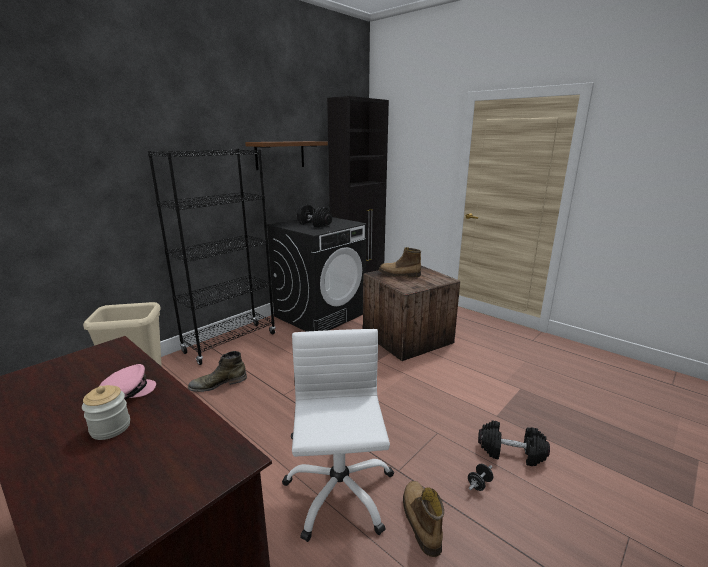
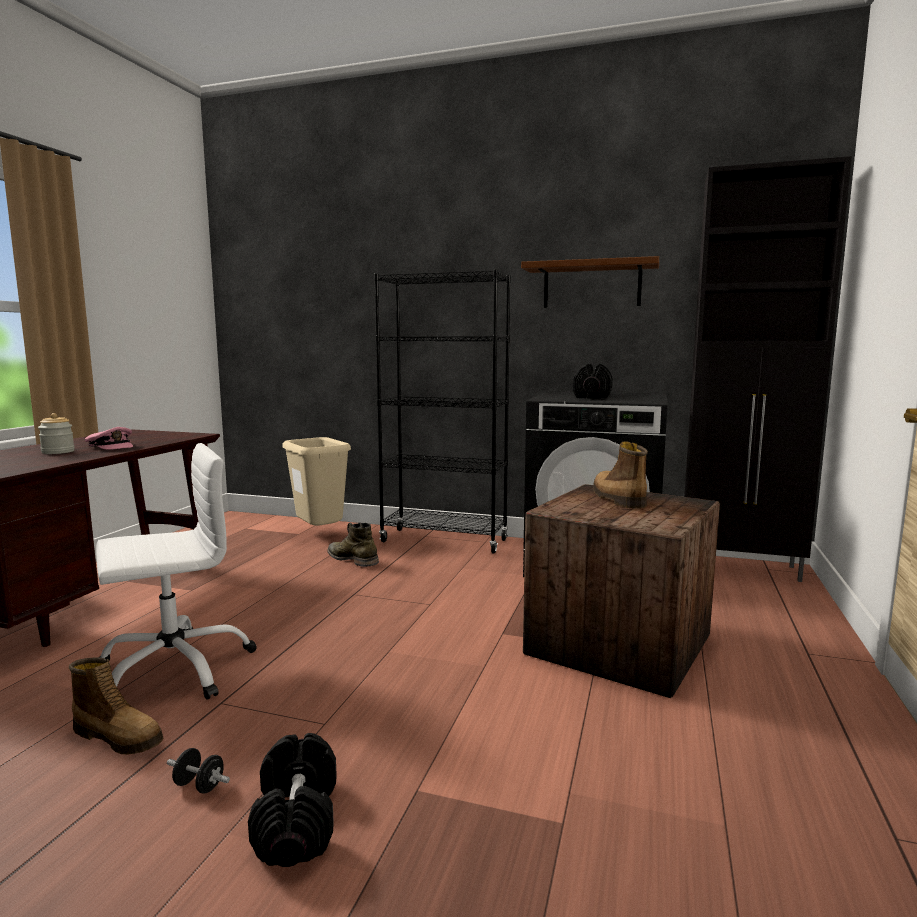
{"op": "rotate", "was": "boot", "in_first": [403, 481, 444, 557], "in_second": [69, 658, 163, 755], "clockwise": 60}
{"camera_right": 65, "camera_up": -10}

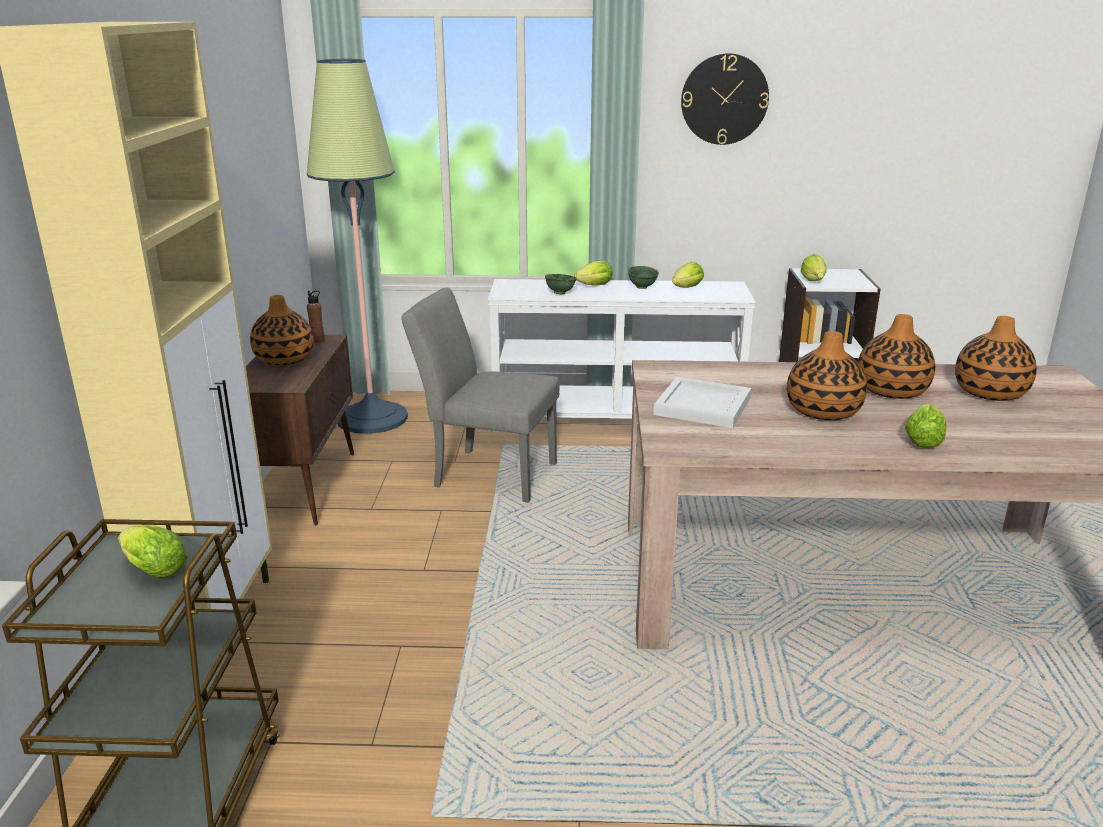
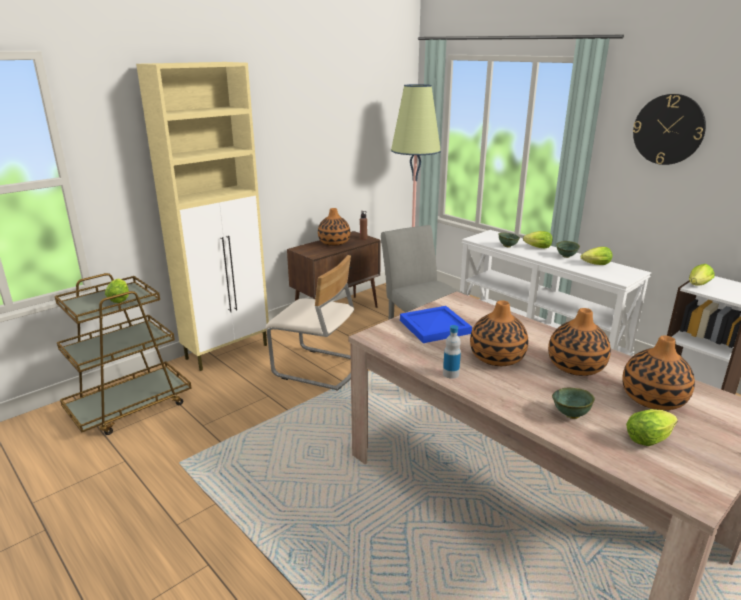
{"op": "recolor", "was": "white tray", "now": "blue tray", "in_first": [653, 377, 751, 428], "in_second": [400, 306, 472, 343]}
{"op": "move", "was": "lettuce", "in_first": [905, 404, 946, 448], "in_second": [626, 409, 678, 446]}
{"op": "insert", "now": "beige chair", "in_second": [266, 255, 354, 391]}
{"op": "insert", "now": "bottle", "in_second": [443, 325, 461, 379]}
{"op": "insert", "now": "green bowl", "in_second": [552, 388, 595, 419]}
{"camera_right": 45, "camera_up": 0}

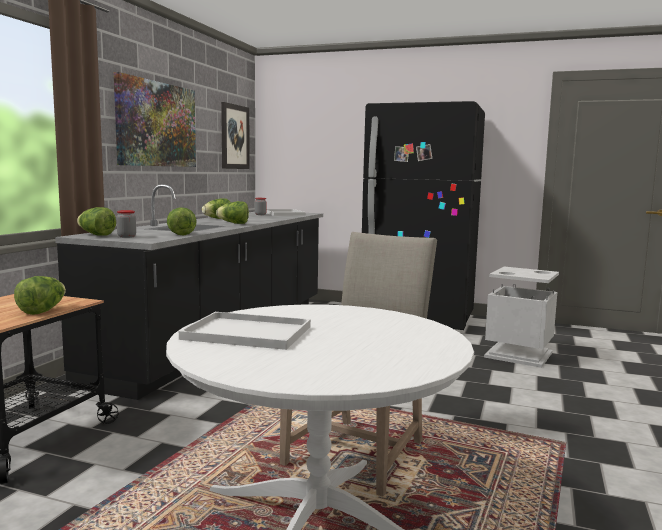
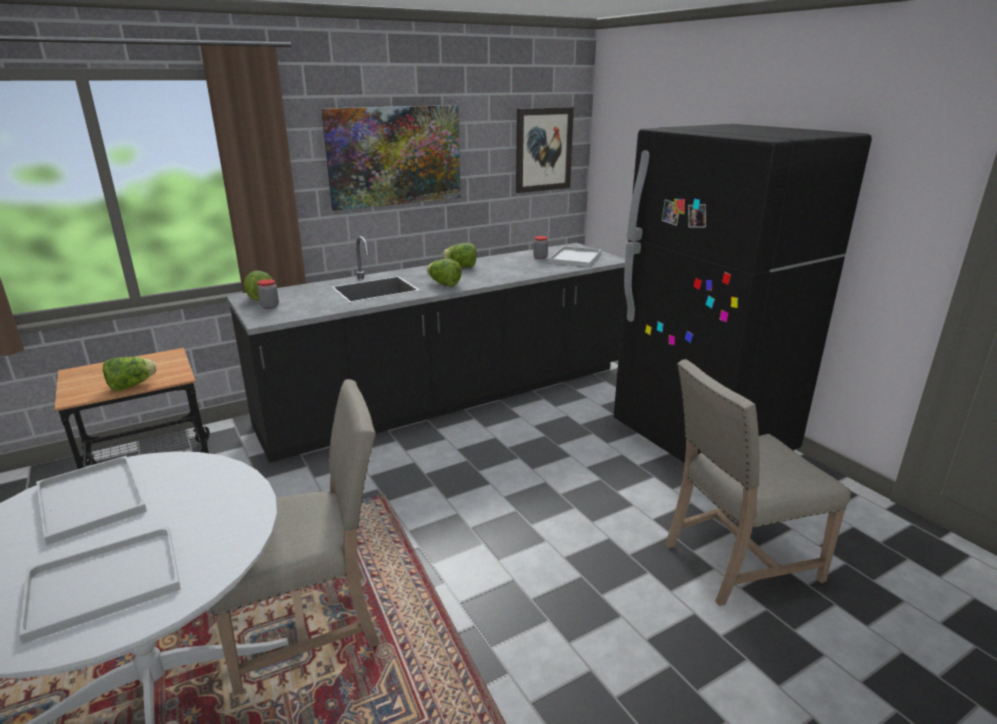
{"op": "delete", "was": "lettuce", "in_first": [167, 207, 196, 235]}
{"op": "replace", "was": "grey trash can", "now": "beige chair", "in_first": [484, 267, 559, 368], "in_second": [665, 359, 851, 606]}
{"op": "insert", "now": "white tray", "in_second": [19, 526, 181, 644]}
{"camera_right": 40, "camera_up": 15}

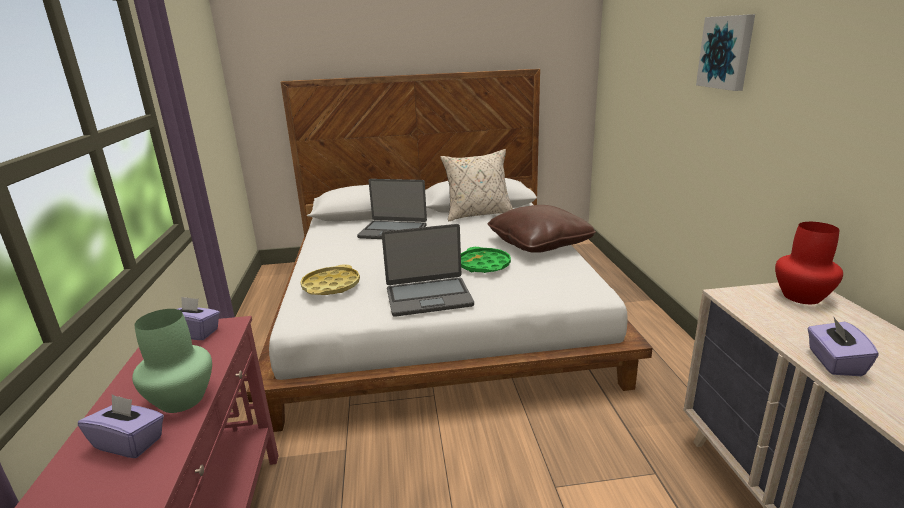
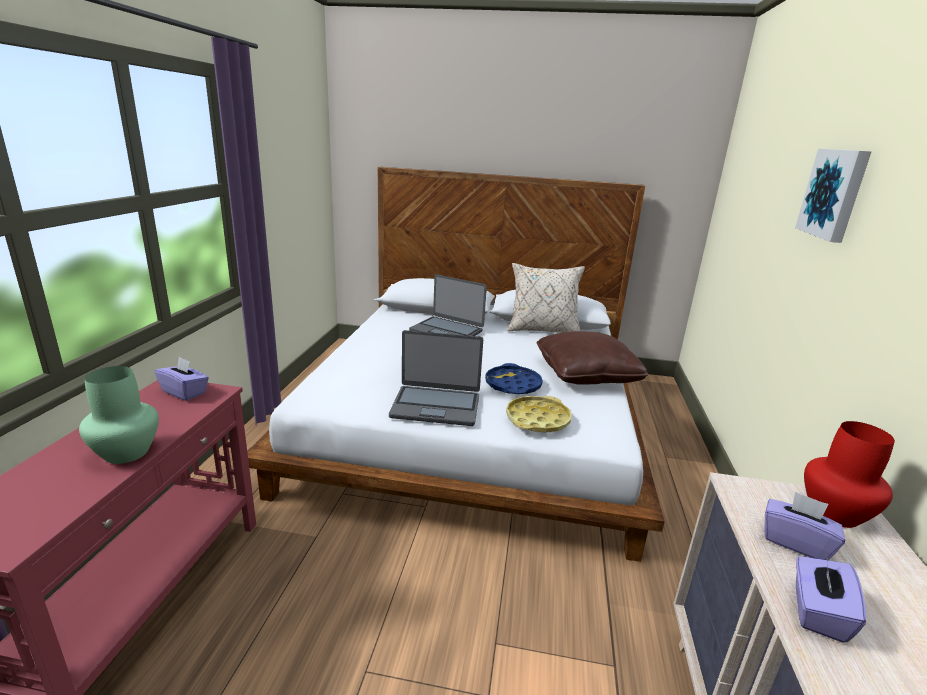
{"op": "move", "was": "purple tissue box", "in_first": [78, 394, 164, 458], "in_second": [765, 492, 845, 560]}
{"op": "move", "was": "yellow tray", "in_first": [301, 264, 360, 295], "in_second": [506, 396, 572, 433]}
{"op": "recolor", "was": "green tray", "now": "blue tray", "in_first": [461, 247, 511, 273], "in_second": [485, 363, 543, 394]}
{"camera_right": 15, "camera_up": 0}

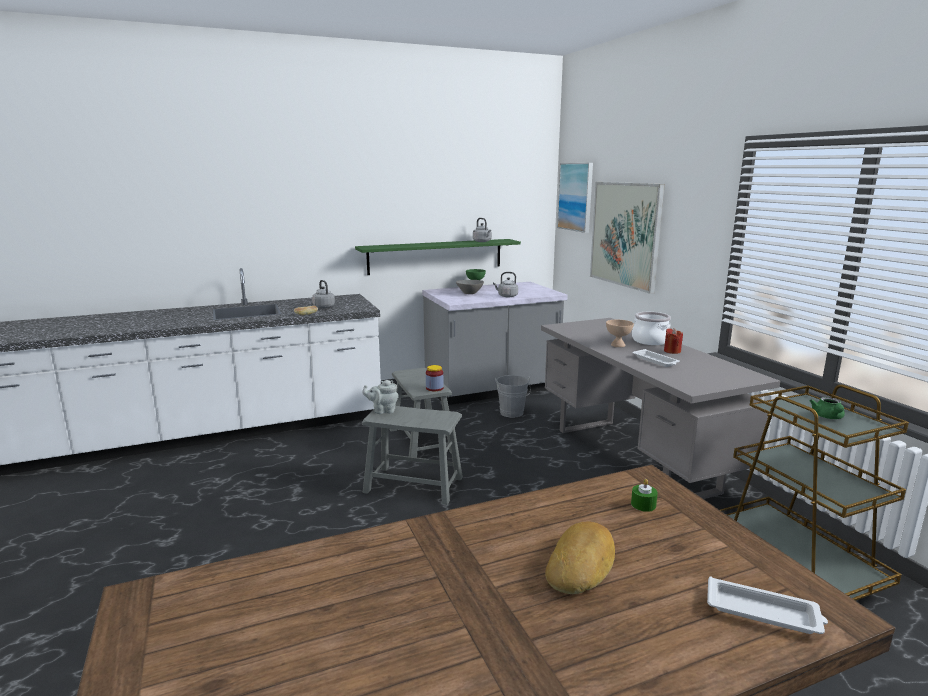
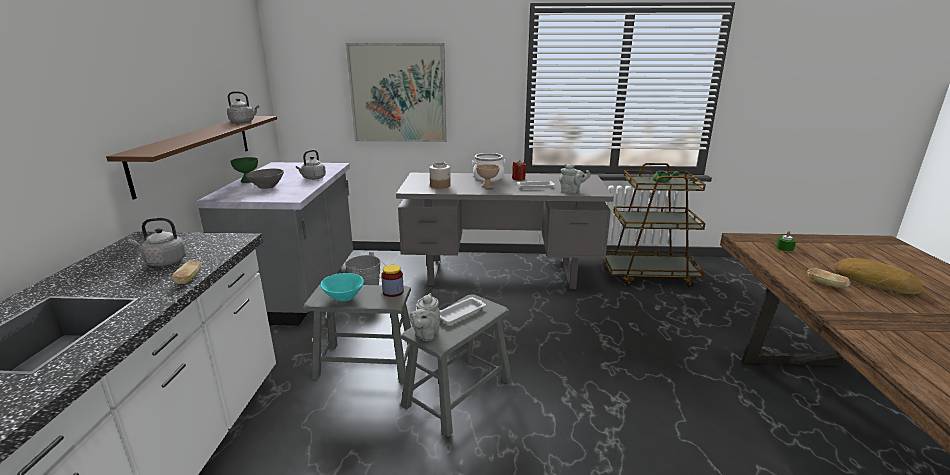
{"op": "recolor", "was": "green shelf", "now": "brown shelf", "in_first": [355, 239, 521, 275], "in_second": [106, 116, 277, 199]}
{"op": "delete", "was": "picture", "in_first": [557, 163, 593, 233]}
{"op": "move", "was": "white tray", "in_first": [707, 576, 828, 634], "in_second": [440, 297, 486, 324]}
{"op": "insert", "now": "turquoise bowl", "in_second": [320, 273, 364, 301]}
{"op": "insert", "now": "jar", "in_second": [429, 162, 451, 189]}
{"op": "insert", "now": "grey teapot", "in_second": [559, 164, 590, 193]}
{"op": "insert", "now": "bread", "in_second": [807, 268, 851, 288]}
{"camera_right": -65, "camera_up": 5}

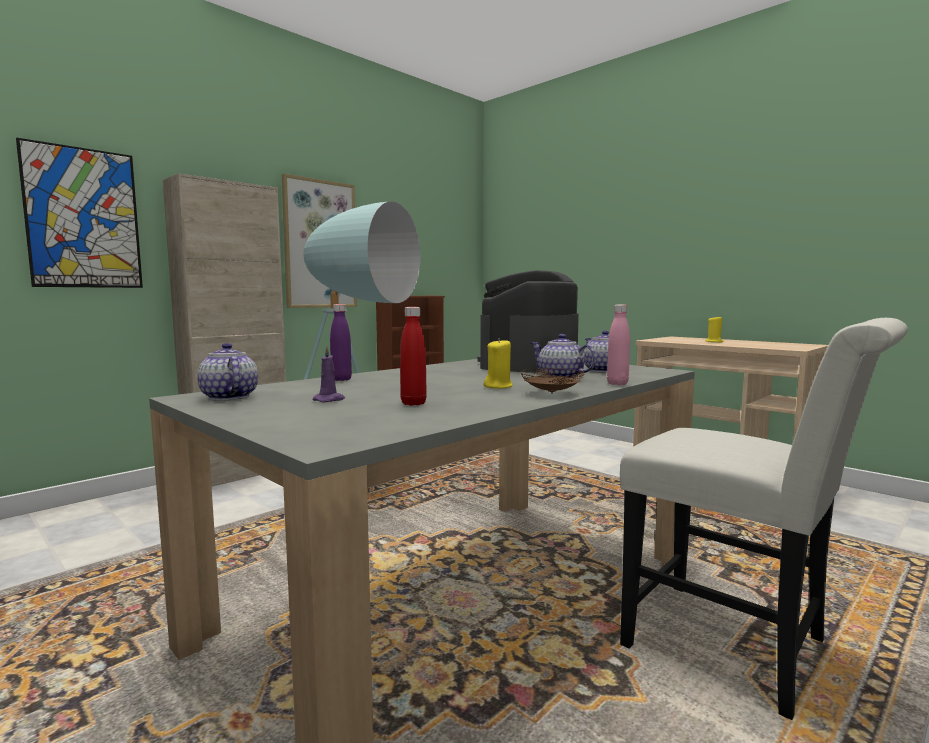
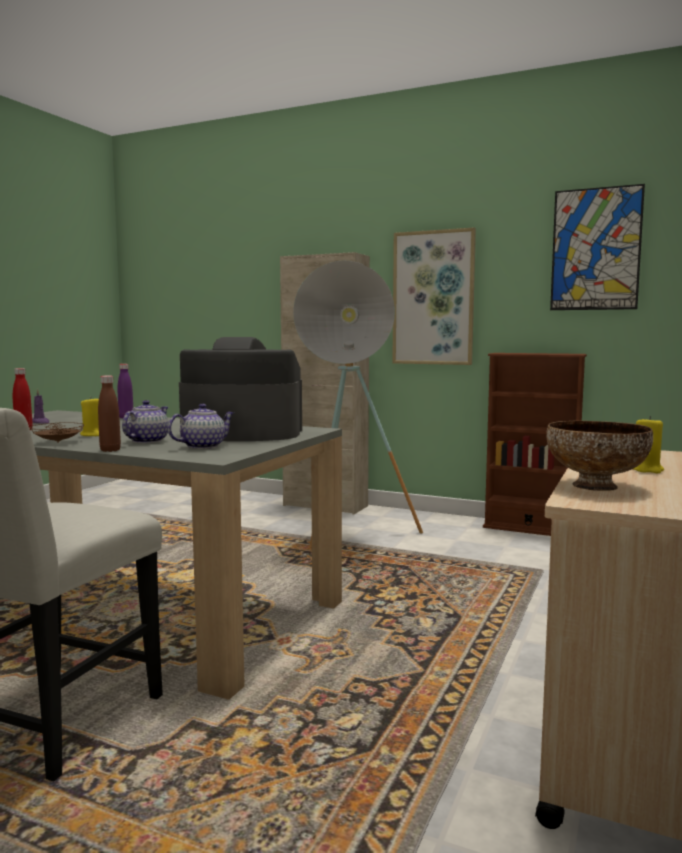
{"op": "move", "was": "picture", "in_first": [16, 137, 143, 288], "in_second": [550, 184, 645, 310]}
{"op": "delete", "was": "teapot", "in_first": [197, 343, 258, 401]}
{"op": "recolor", "was": "pink bottle", "now": "brown bottle", "in_first": [607, 305, 630, 385], "in_second": [98, 375, 121, 452]}
{"op": "insert", "now": "bowl", "in_second": [546, 421, 653, 491]}
{"camera_right": 70, "camera_up": 0}

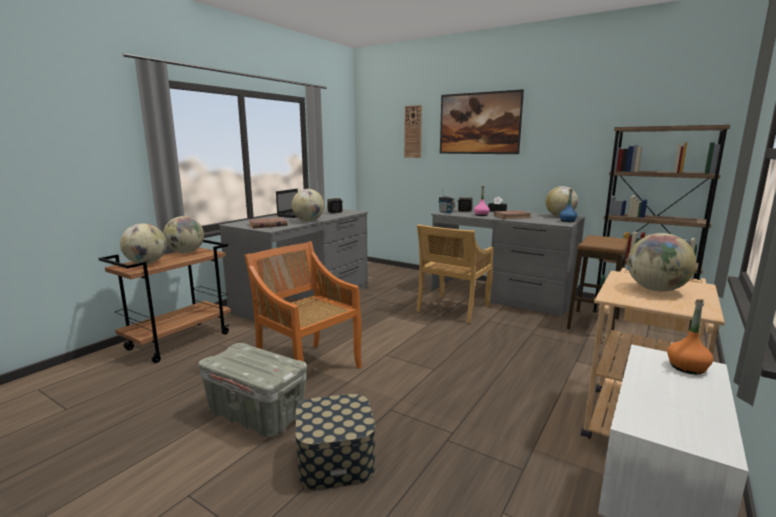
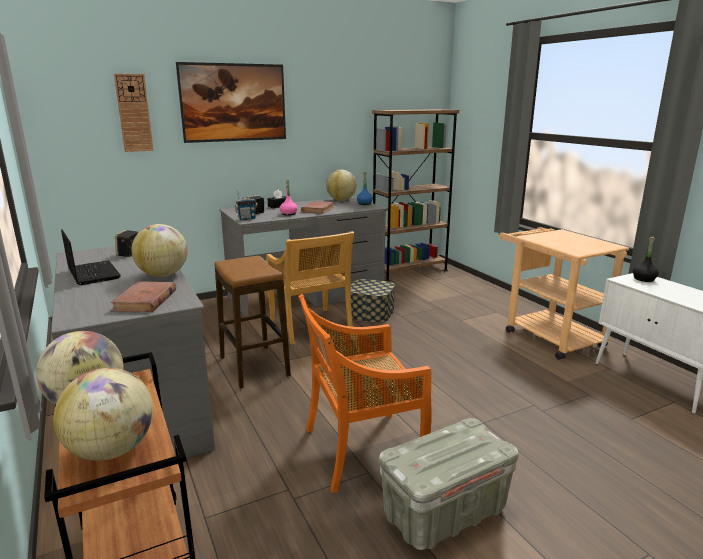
{"op": "move", "was": "storage box", "in_first": [295, 394, 376, 490], "in_second": [351, 279, 395, 323]}
{"op": "move", "was": "stool", "in_first": [567, 235, 628, 331], "in_second": [214, 256, 291, 389]}
{"op": "delete", "was": "globe", "in_first": [628, 233, 696, 292]}
{"op": "recolor", "was": "orange bottle", "now": "black bottle", "in_first": [667, 299, 713, 374], "in_second": [633, 237, 659, 282]}
{"camera_right": -60, "camera_up": 5}

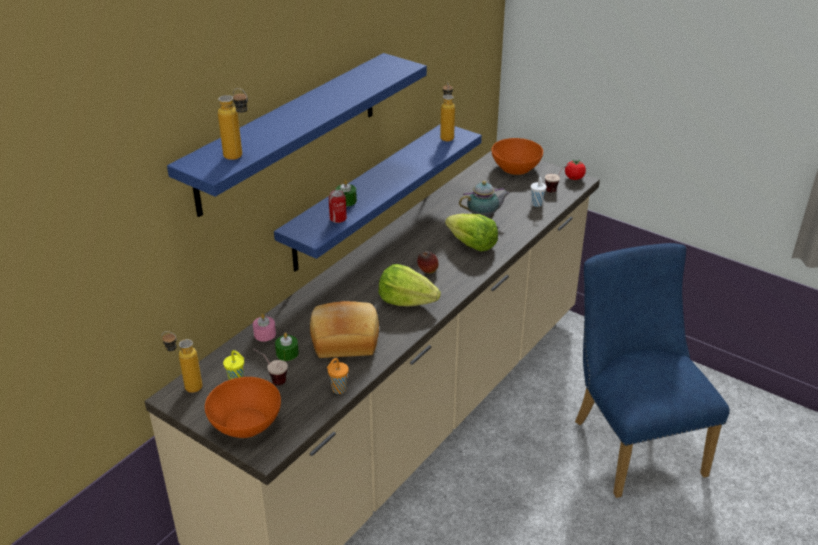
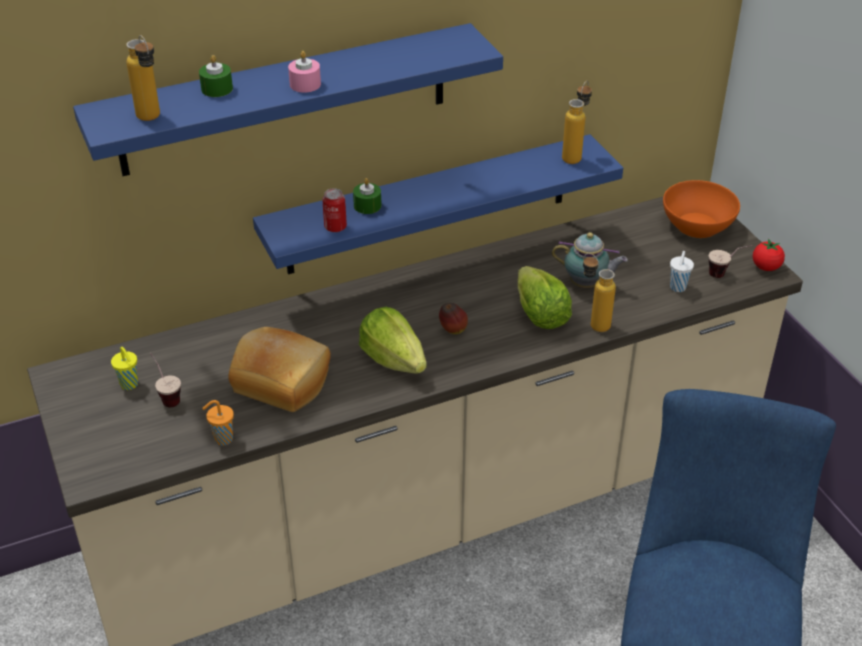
{"op": "move", "was": "bottle", "in_first": [162, 331, 202, 393], "in_second": [583, 253, 616, 332]}
{"op": "delete", "was": "orange bowl", "in_first": [205, 377, 281, 438]}
{"op": "move", "was": "pink candle", "in_first": [253, 314, 276, 342], "in_second": [288, 51, 321, 93]}
{"op": "move", "was": "green candle", "in_first": [275, 333, 299, 361], "in_second": [199, 55, 233, 97]}
{"camera_right": 30, "camera_up": 5}

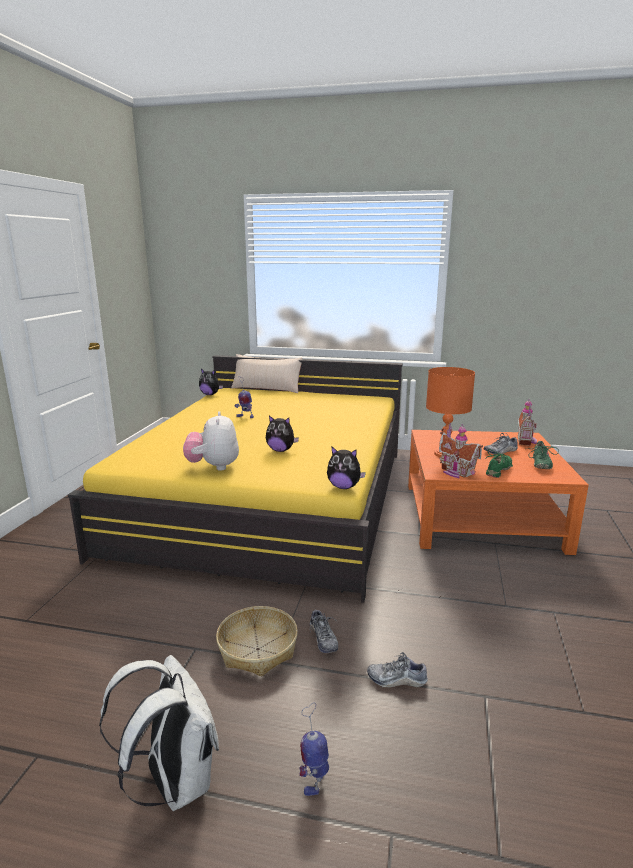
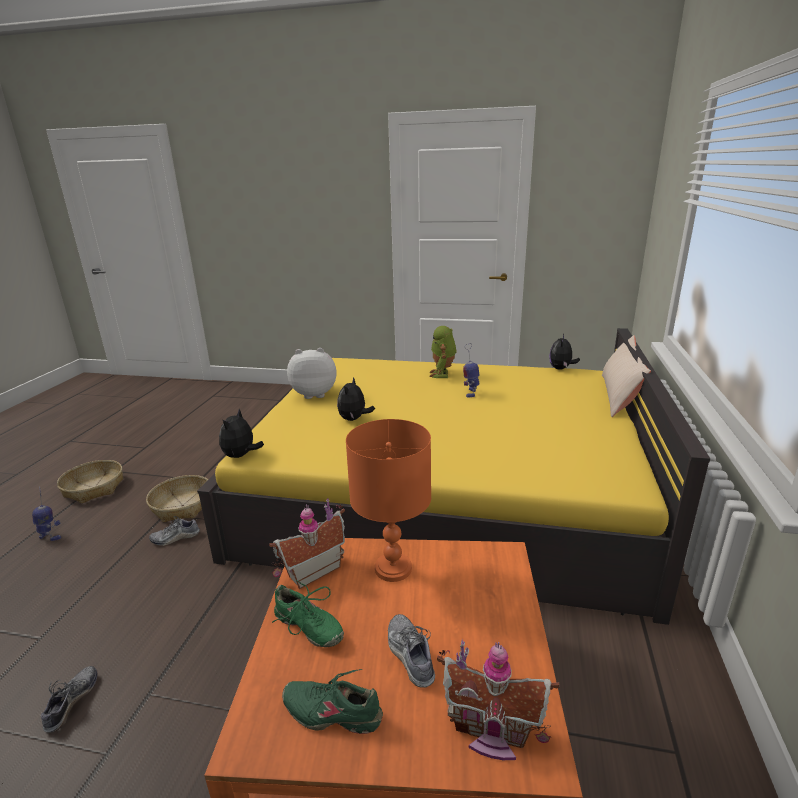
{"op": "replace", "was": "white backpack", "now": "basket", "in_first": [99, 655, 219, 811], "in_second": [57, 460, 123, 503]}
{"op": "move", "was": "shoe", "in_first": [367, 652, 428, 687], "in_second": [41, 666, 98, 733]}
{"op": "insert", "now": "toy robot", "in_second": [430, 326, 457, 378]}
{"camera_right": 90, "camera_up": 5}

